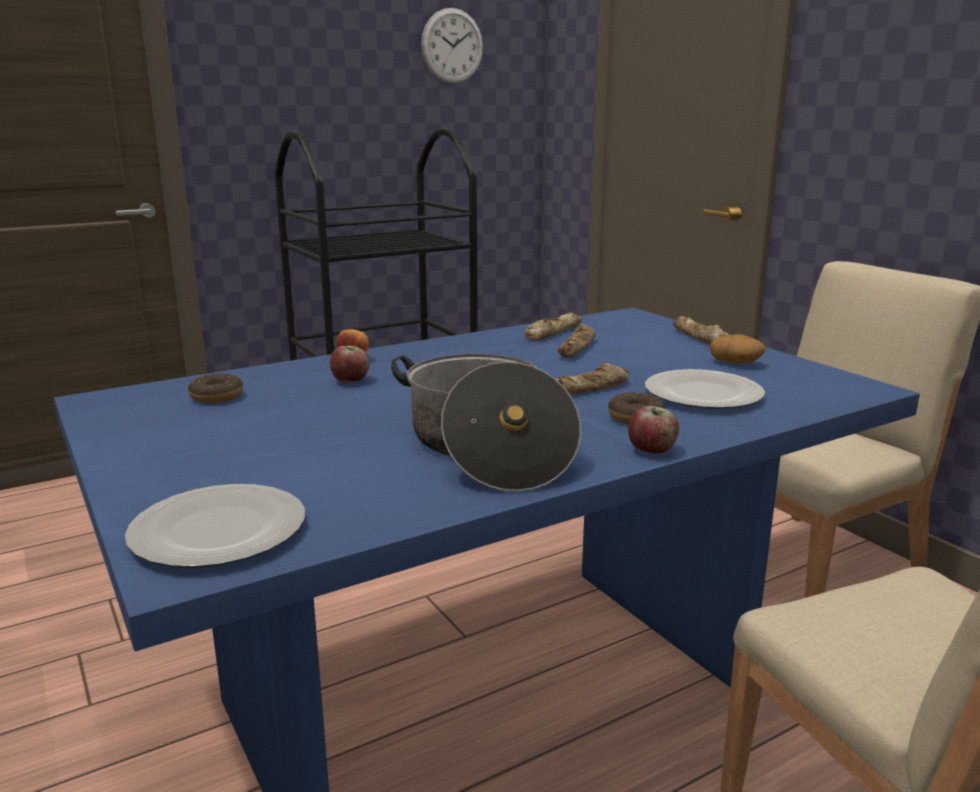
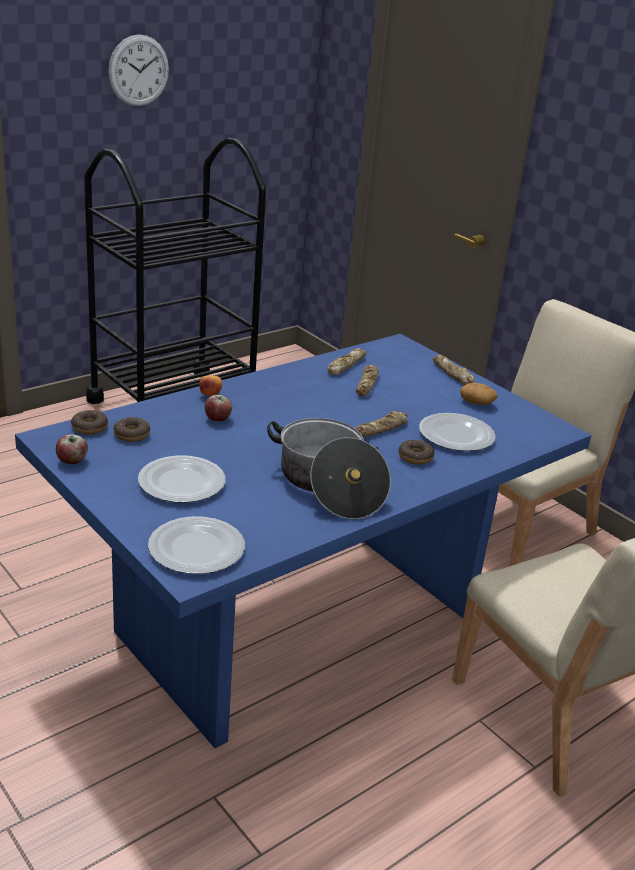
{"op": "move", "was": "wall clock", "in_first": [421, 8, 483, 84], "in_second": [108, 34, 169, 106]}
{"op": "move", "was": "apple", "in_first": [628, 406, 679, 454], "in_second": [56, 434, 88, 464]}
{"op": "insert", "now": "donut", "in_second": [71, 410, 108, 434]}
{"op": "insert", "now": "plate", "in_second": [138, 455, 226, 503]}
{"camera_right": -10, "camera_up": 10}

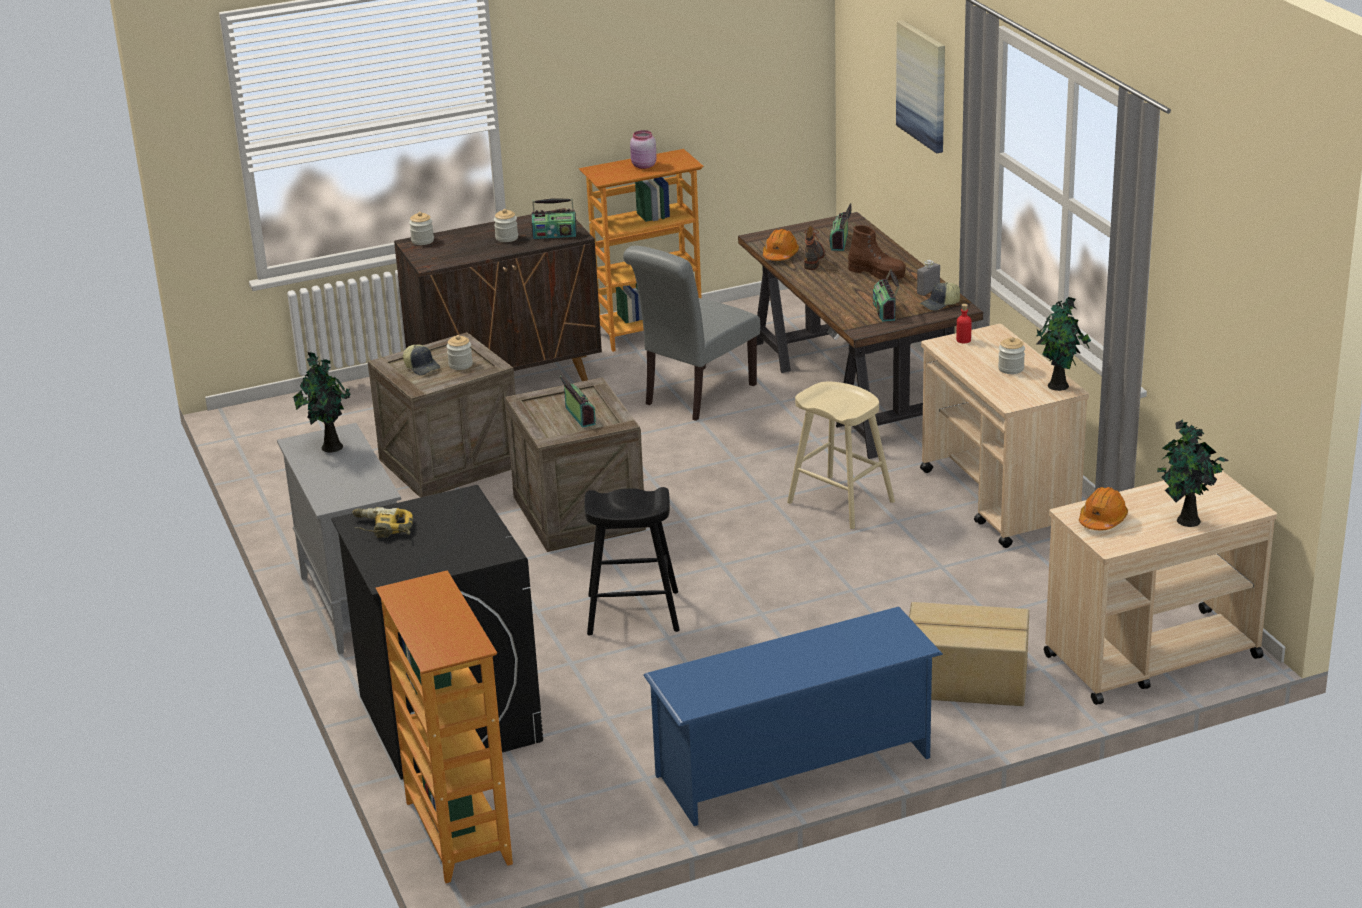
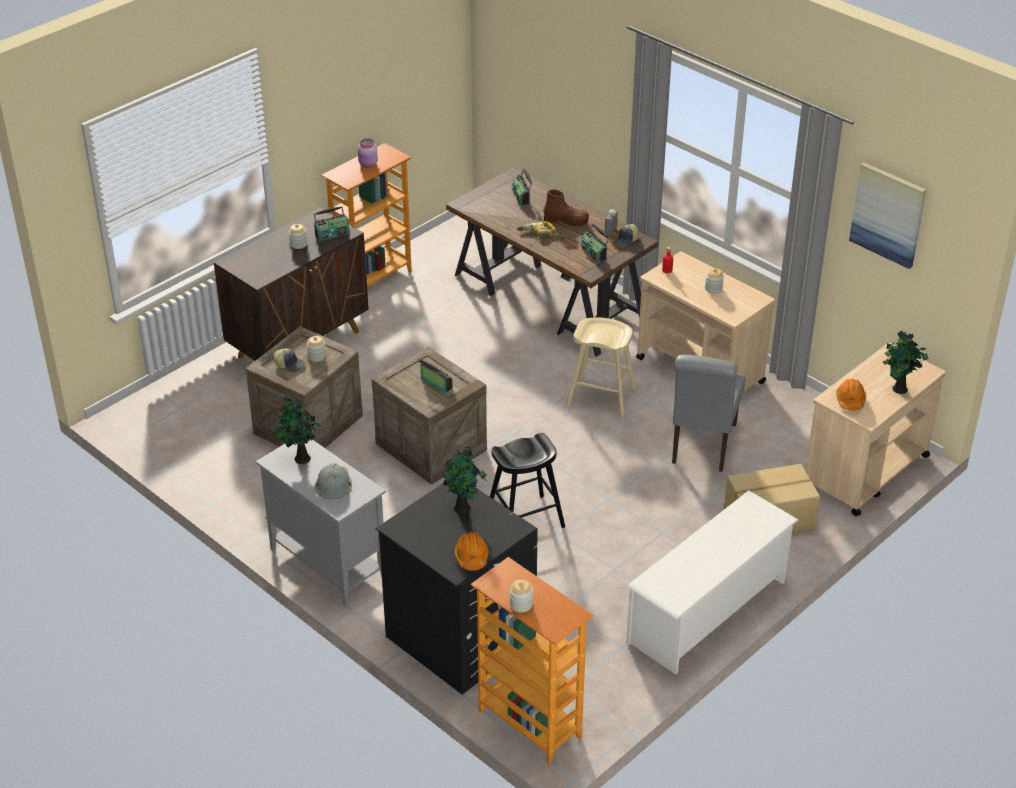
{"op": "move", "was": "power drill", "in_first": [352, 507, 413, 538], "in_second": [517, 221, 560, 240]}
{"op": "move", "was": "jar", "in_first": [409, 212, 434, 245], "in_second": [510, 580, 533, 613]}
{"op": "move", "was": "grey chair", "in_first": [623, 246, 760, 421], "in_second": [672, 355, 746, 472]}
{"op": "recolor", "was": "blue shoe rack", "now": "white shoe rack", "in_first": [643, 607, 943, 826], "in_second": [626, 491, 798, 675]}
{"op": "move", "was": "orange hard hat", "in_first": [763, 229, 799, 261], "in_second": [455, 532, 489, 571]}
{"op": "delete", "was": "boot", "in_first": [804, 226, 825, 270]}
{"op": "move", "was": "picture", "in_first": [896, 20, 945, 154], "in_second": [849, 162, 926, 269]}
{"op": "move", "was": "potted plant", "in_first": [1036, 297, 1091, 391], "in_second": [441, 447, 487, 514]}
{"op": "insert", "now": "grey hard hat", "in_second": [315, 463, 352, 499]}
{"camera_right": -25, "camera_up": 10}

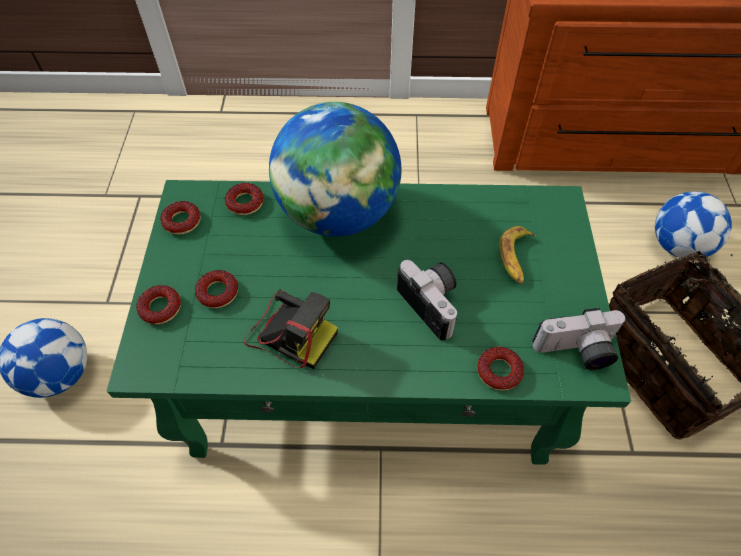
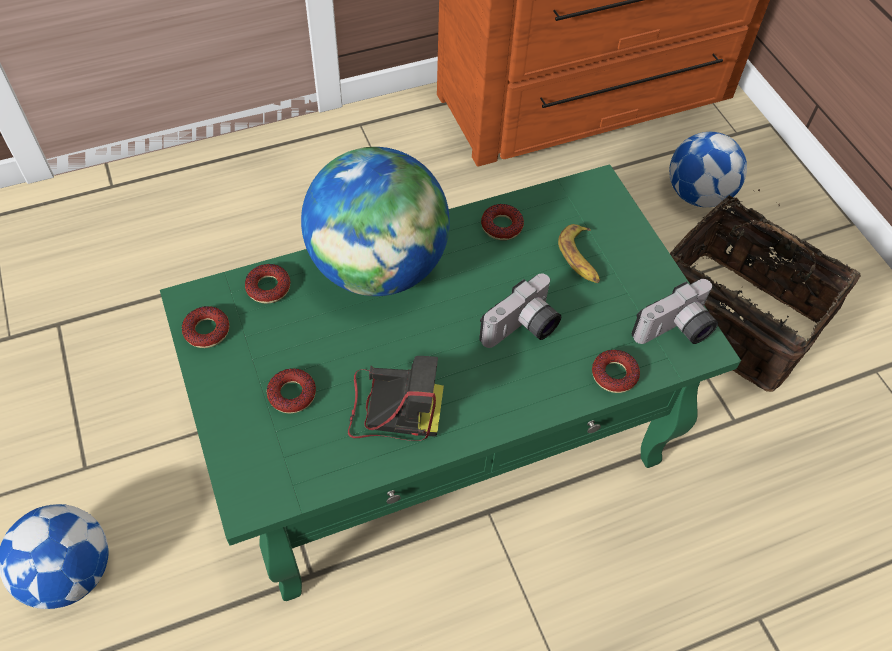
{"op": "move", "was": "donut", "in_first": [136, 285, 181, 325], "in_second": [481, 204, 524, 240]}
{"op": "rotate", "was": "photo camera", "in_first": [397, 260, 458, 341], "in_second": [479, 274, 561, 348], "clockwise": 105}
{"camera_right": -25, "camera_up": 0}

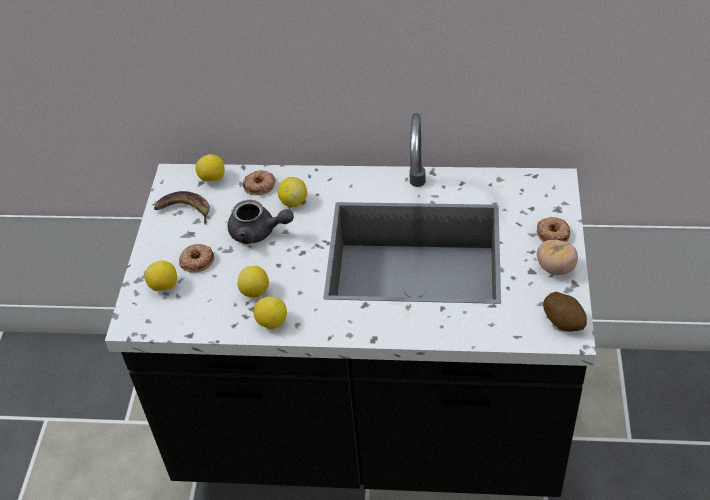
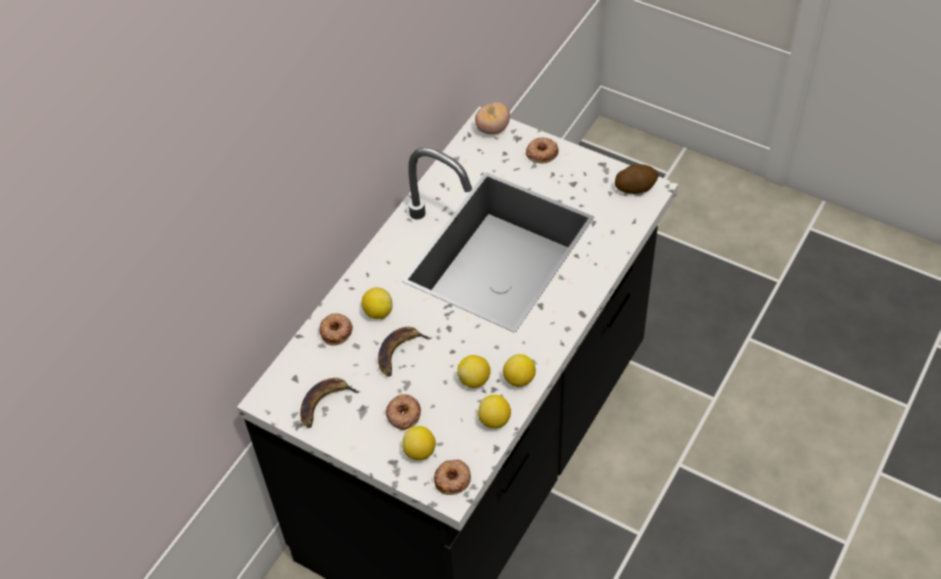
{"op": "move", "was": "lemon", "in_first": [195, 154, 225, 181], "in_second": [478, 395, 511, 428]}
{"op": "replace", "was": "grey teapot", "now": "banana", "in_first": [227, 200, 294, 244], "in_second": [378, 327, 431, 377]}
{"op": "move", "was": "tomato", "in_first": [537, 240, 578, 275], "in_second": [475, 102, 510, 134]}
{"op": "insert", "now": "donut", "in_second": [434, 460, 471, 495]}
{"camera_right": -65, "camera_up": 5}

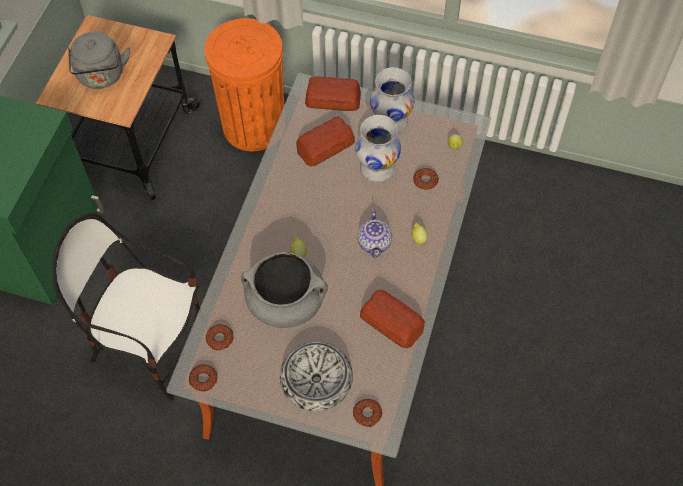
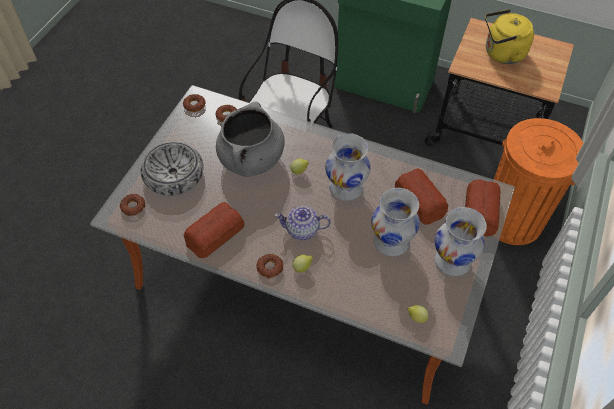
{"op": "recolor", "was": "grey kettle", "now": "yellow kettle", "in_first": [68, 31, 130, 89], "in_second": [485, 9, 534, 64]}
{"op": "move", "was": "donut", "in_first": [413, 168, 439, 190], "in_second": [257, 254, 284, 279]}
{"op": "insert", "now": "white vase", "in_second": [325, 133, 371, 201]}
{"camera_right": 95, "camera_up": -5}

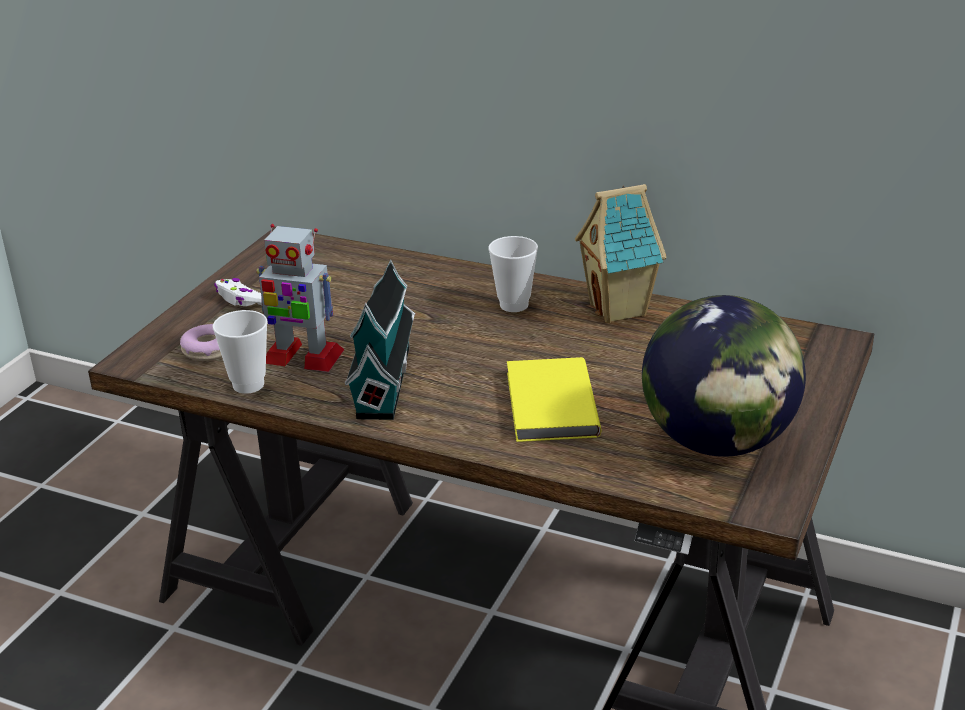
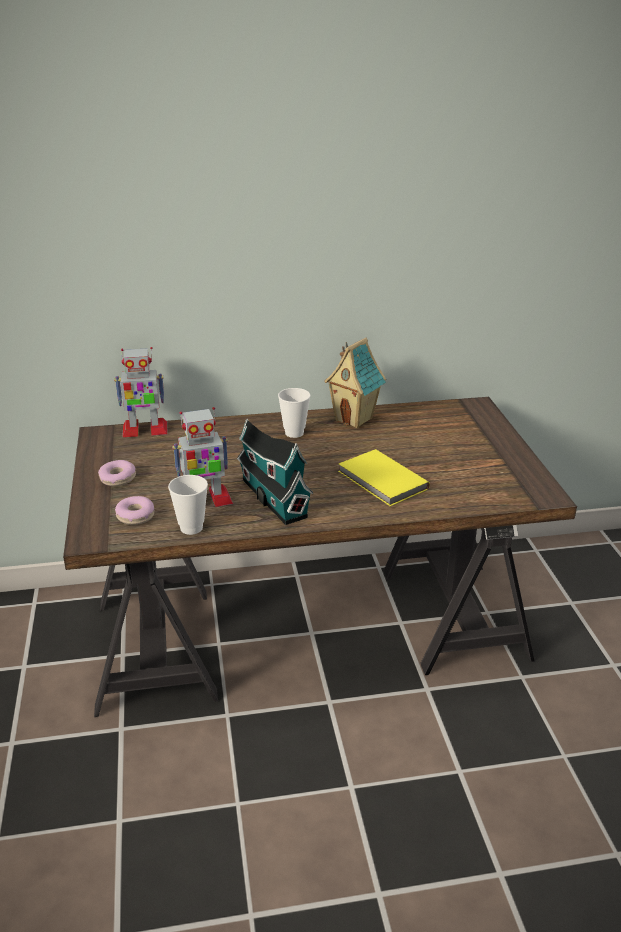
{"op": "replace", "was": "white game controller", "now": "donut", "in_first": [214, 278, 262, 306], "in_second": [98, 460, 136, 486]}
{"op": "delete", "was": "globe", "in_first": [642, 295, 806, 457]}
{"op": "insert", "now": "toy robot", "in_second": [114, 347, 167, 437]}
{"camera_right": -35, "camera_up": 0}

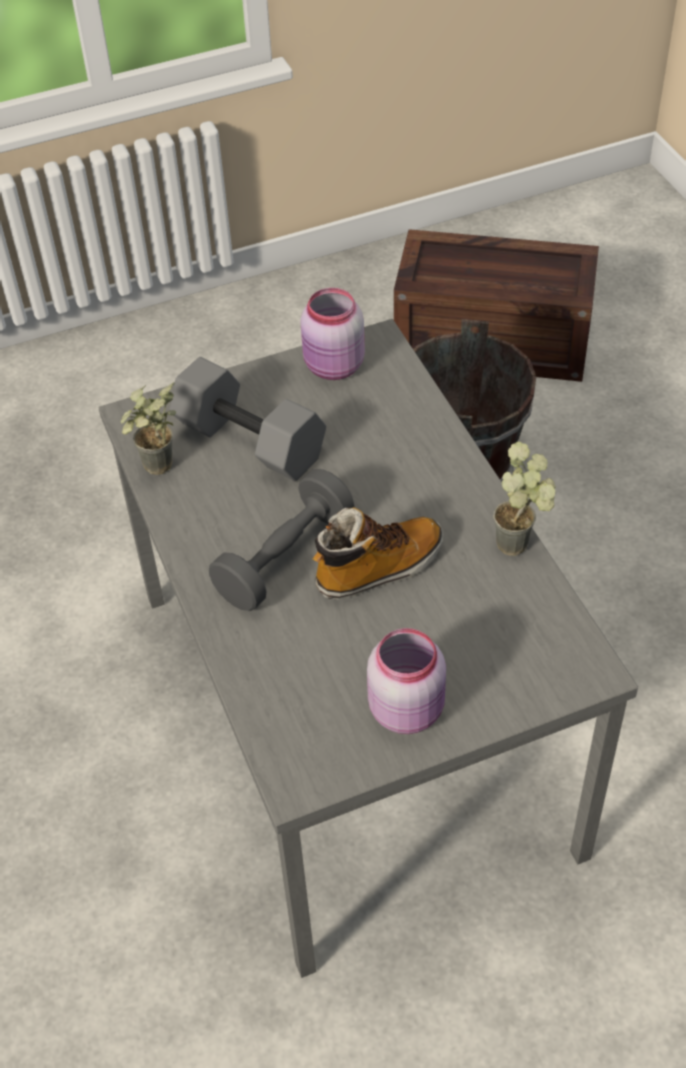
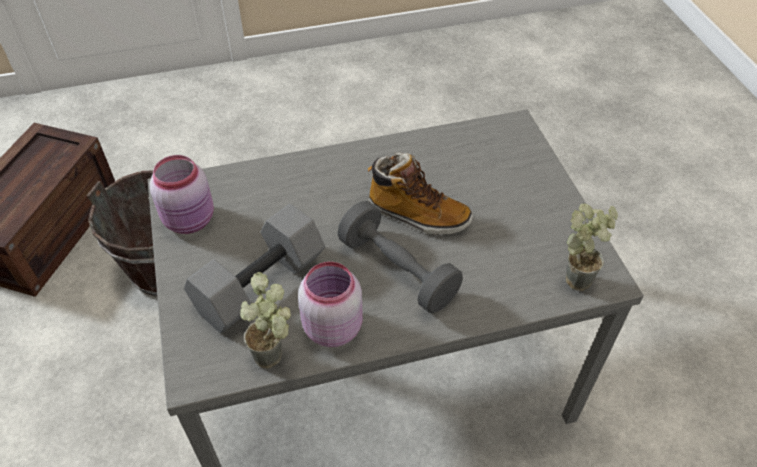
{"op": "rotate", "was": "boot", "in_first": [313, 507, 443, 600], "in_second": [368, 152, 473, 235], "clockwise": 135}
{"op": "move", "was": "pink jar", "in_first": [367, 628, 446, 734], "in_second": [298, 262, 363, 347]}
{"op": "move", "was": "potted plant", "in_first": [493, 442, 556, 556], "in_second": [566, 204, 618, 291]}
{"camera_right": -85, "camera_up": 0}

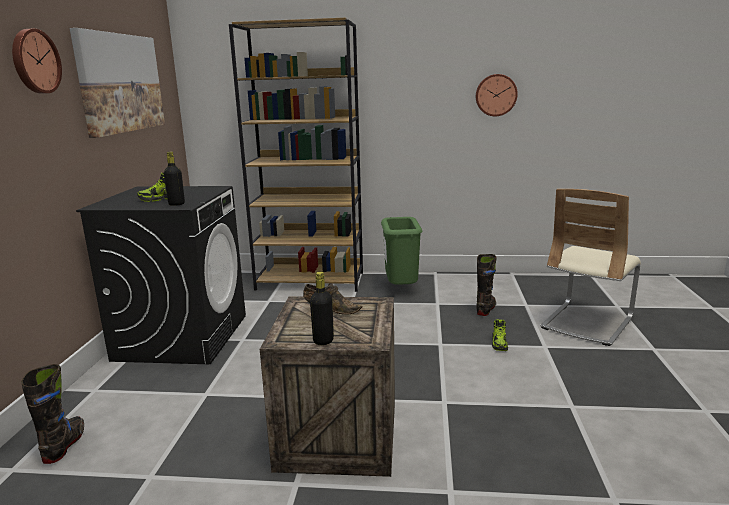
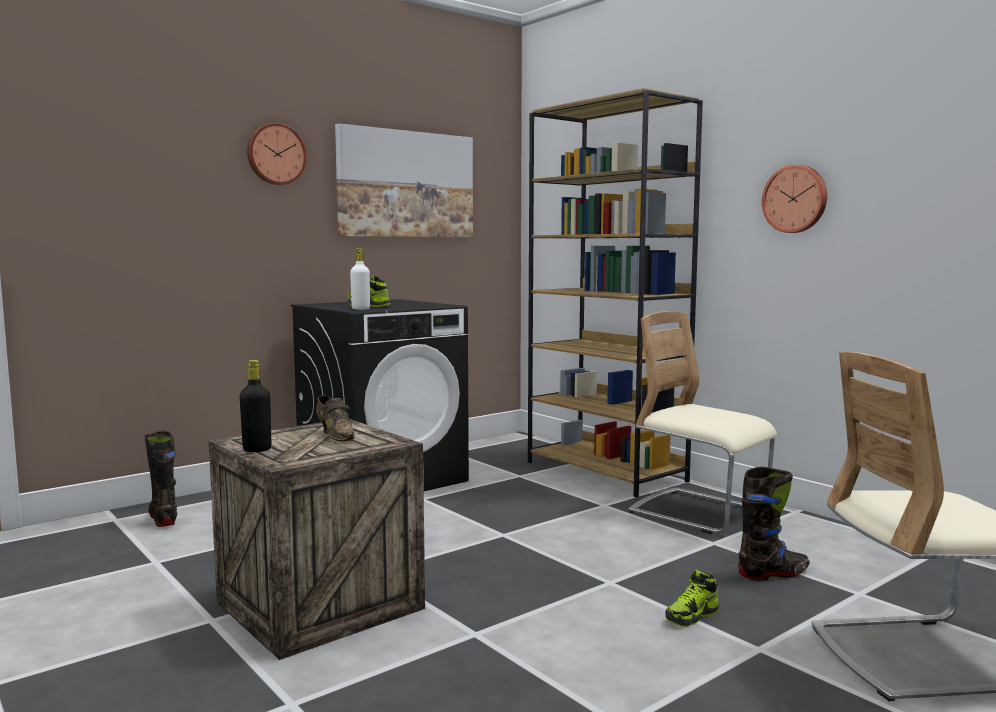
{"op": "rotate", "was": "black boot", "in_first": [21, 364, 84, 464], "in_second": [144, 431, 177, 527], "clockwise": -75}
{"op": "recolor", "was": "black bottle", "now": "white bottle", "in_first": [164, 152, 185, 206], "in_second": [350, 248, 370, 310]}
{"op": "replace", "was": "green trash can", "now": "beige chair", "in_first": [381, 217, 423, 285], "in_second": [628, 311, 777, 534]}
{"op": "move", "was": "wall clock", "in_first": [476, 74, 518, 116], "in_second": [762, 165, 827, 233]}
{"camera_right": 45, "camera_up": -10}

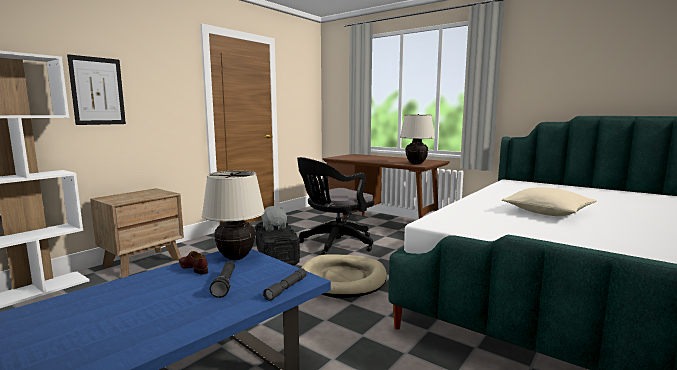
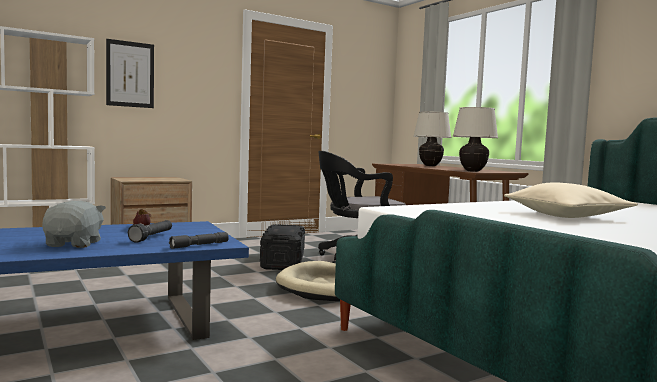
{"op": "move", "was": "beige table lamp", "in_first": [202, 171, 265, 260], "in_second": [413, 112, 452, 166]}
{"op": "move", "was": "grey plush toy", "in_first": [261, 206, 287, 231], "in_second": [42, 201, 106, 248]}
{"camera_right": 20, "camera_up": -5}

